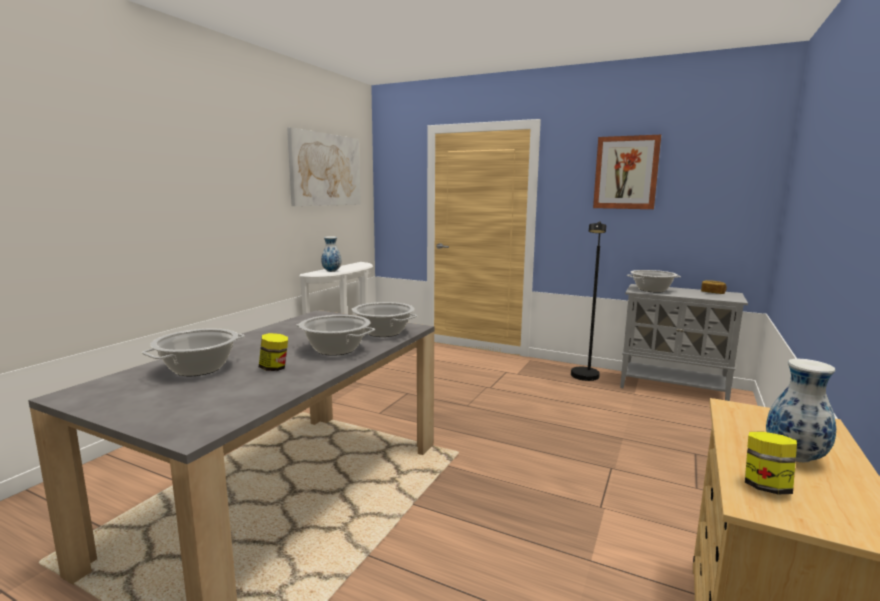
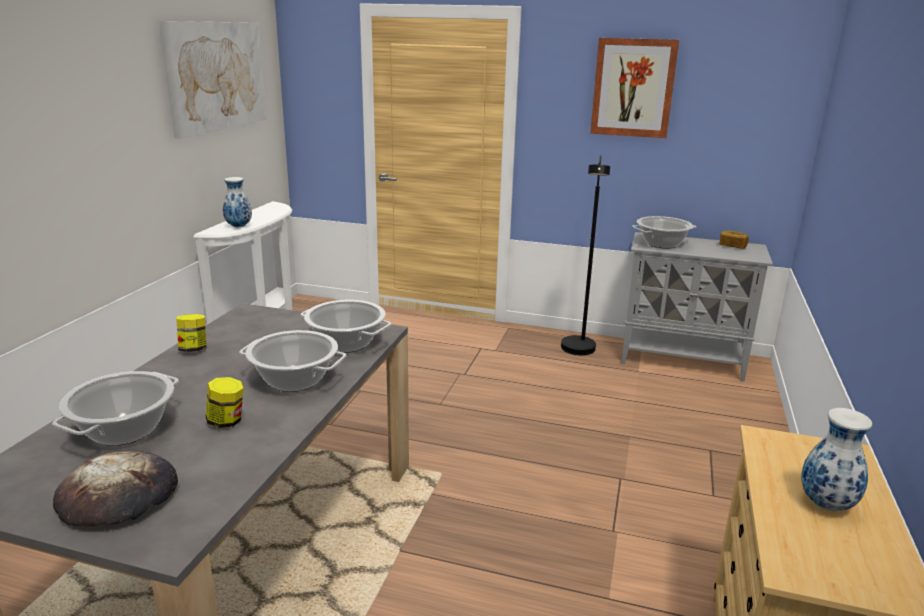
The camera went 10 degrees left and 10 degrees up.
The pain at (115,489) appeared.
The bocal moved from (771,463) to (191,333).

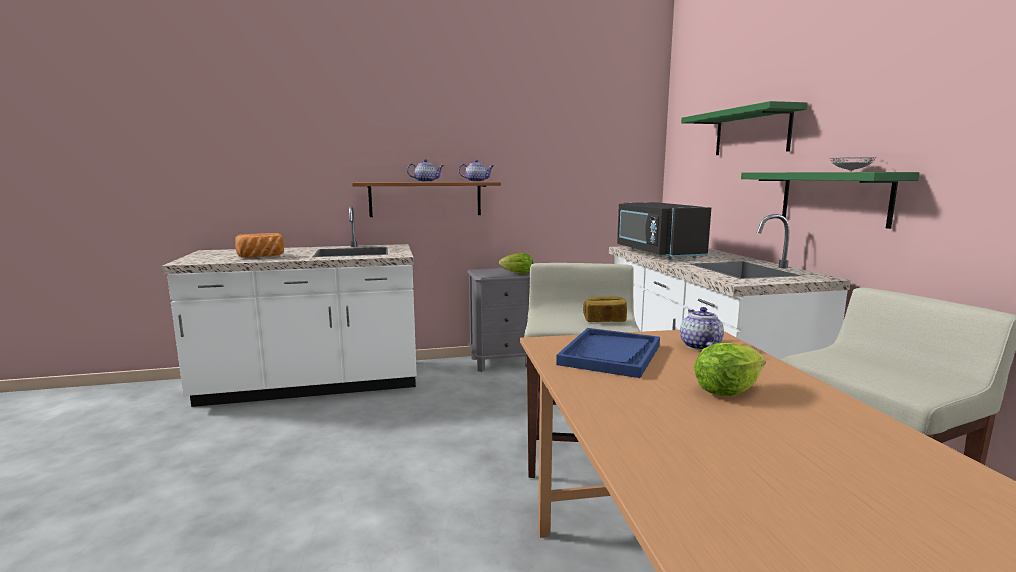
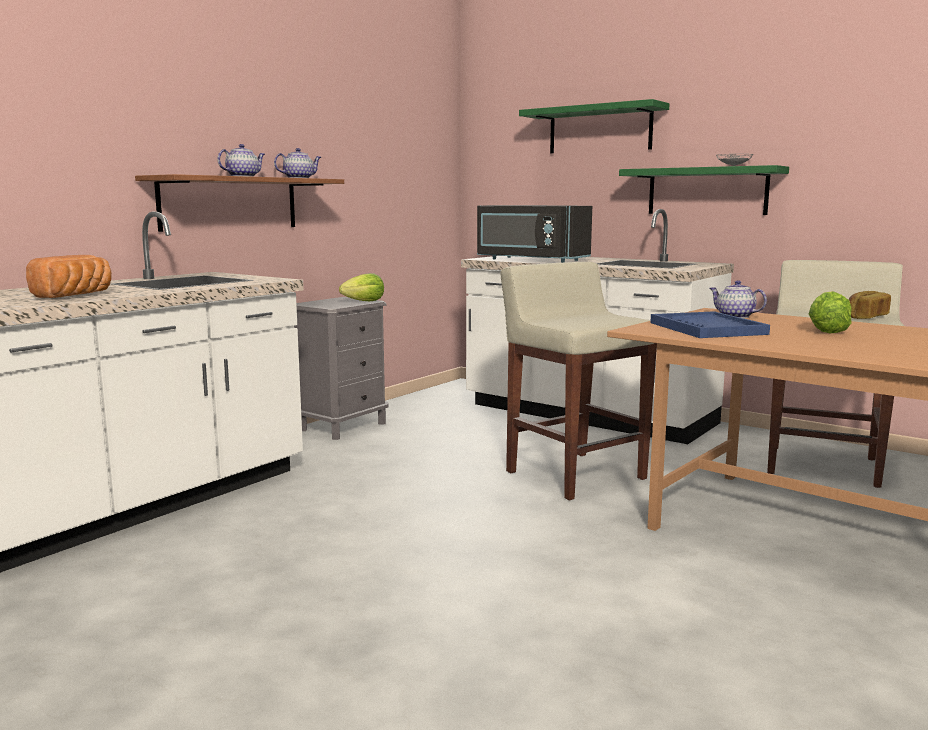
The camera went 40 degrees left and 0 degrees up.
The pain moved from (605,309) to (869,305).

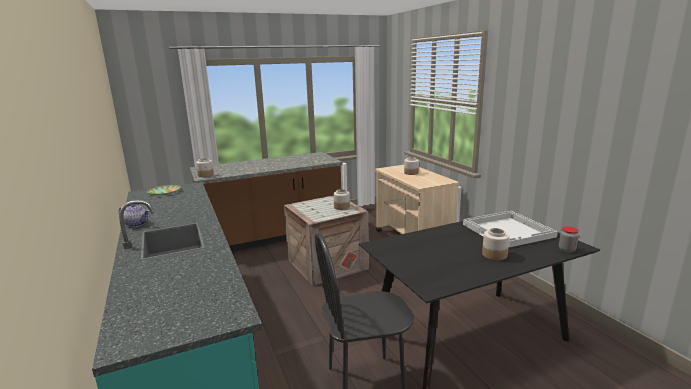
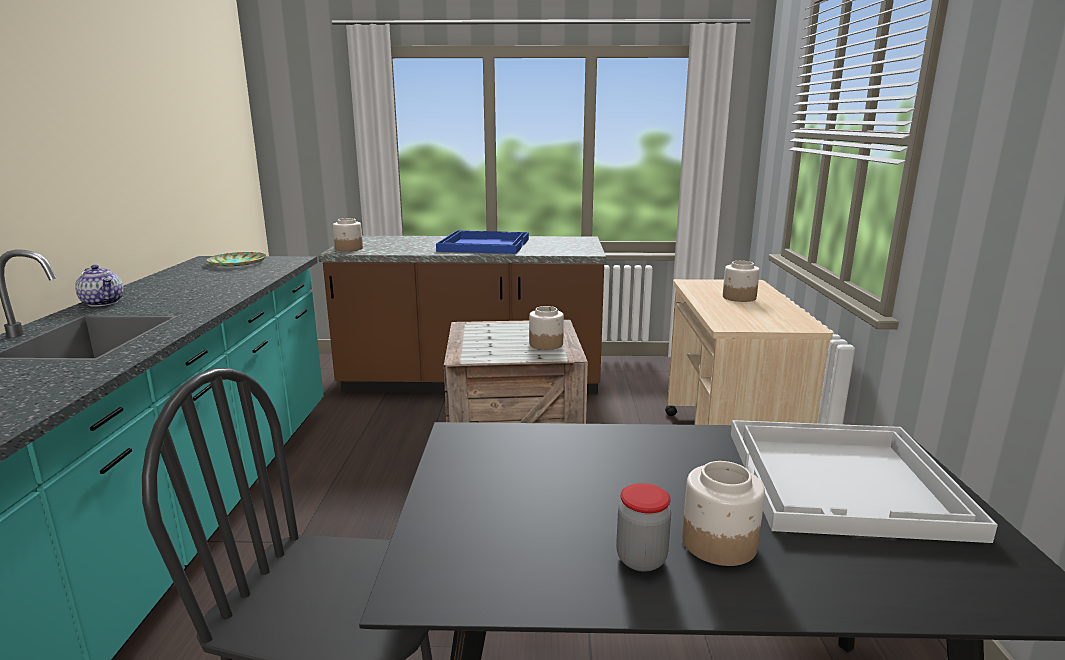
The camera went 25 degrees right and 0 degrees up.
The plateau (bleu) at (482,242) appeared.
The bocal moved from (569,239) to (643,527).

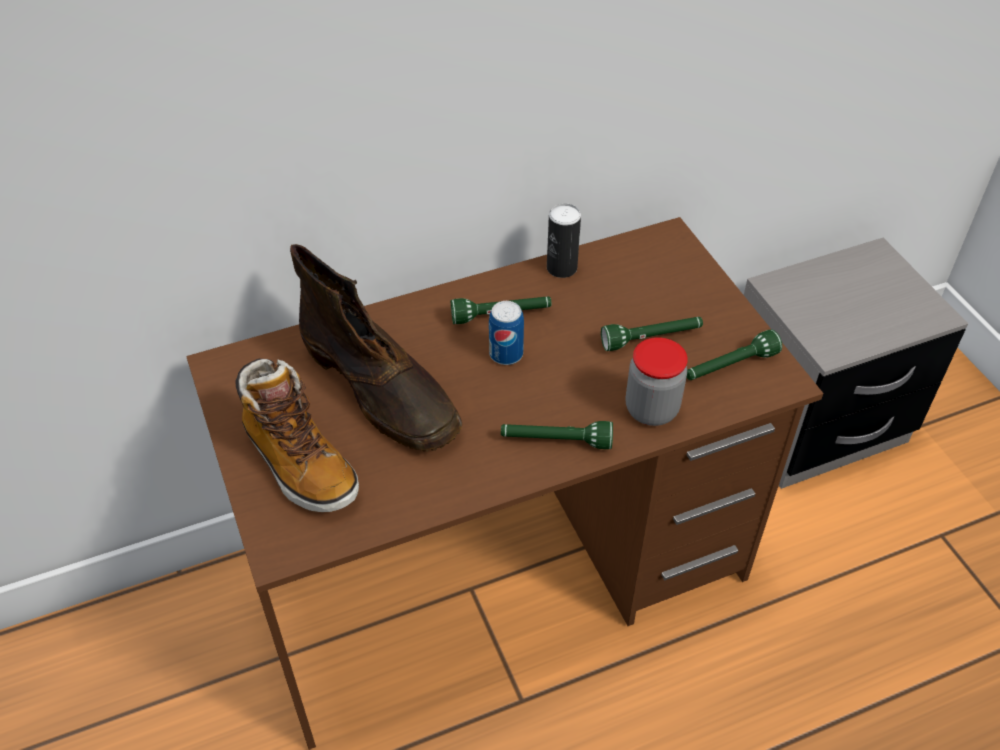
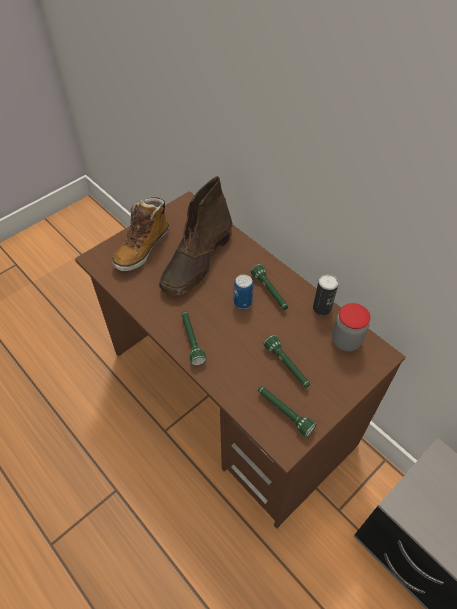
The camera went 70 degrees right and 5 degrees up.
The bocal moved from (657,381) to (351,327).

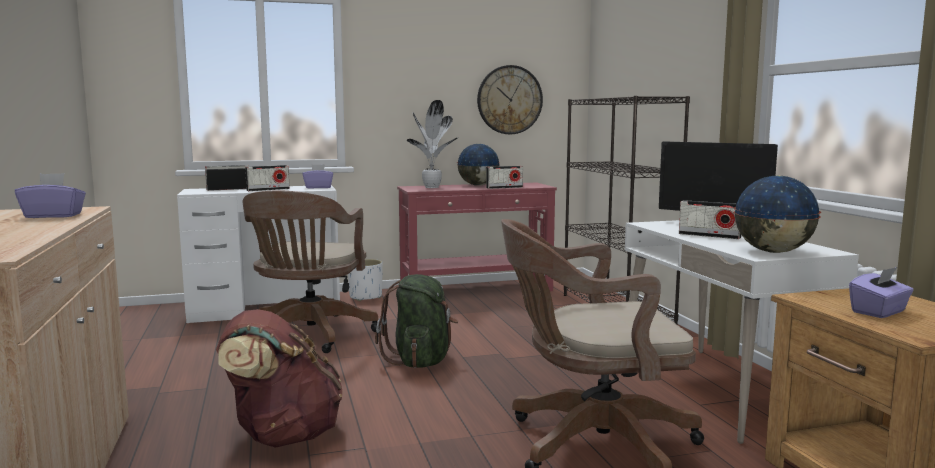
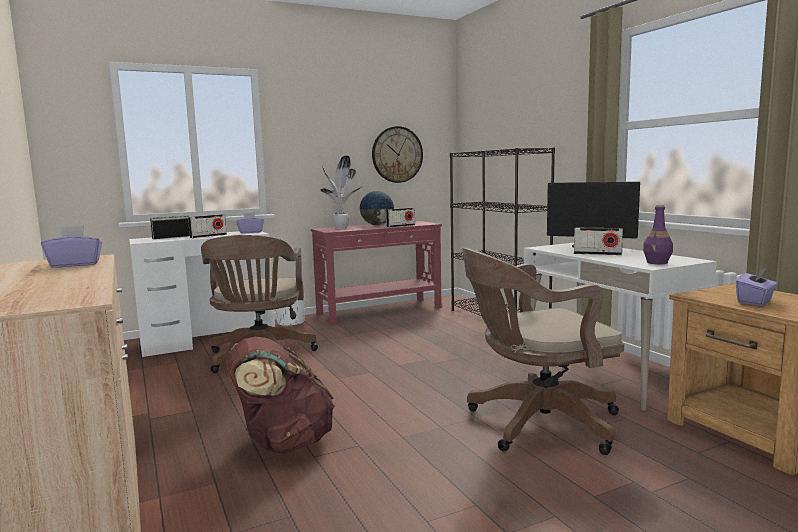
The camera went 10 degrees left and 0 degrees up.
The globe at (777,214) was replaced by the bouteille (violet) at (658,234).
The sac à dos (vert) at (416,321) disappeared.

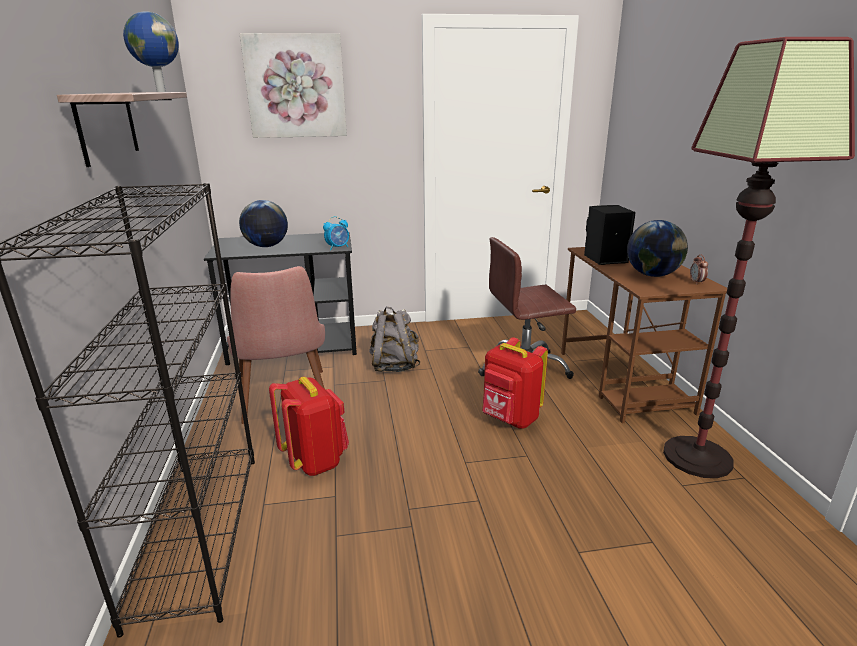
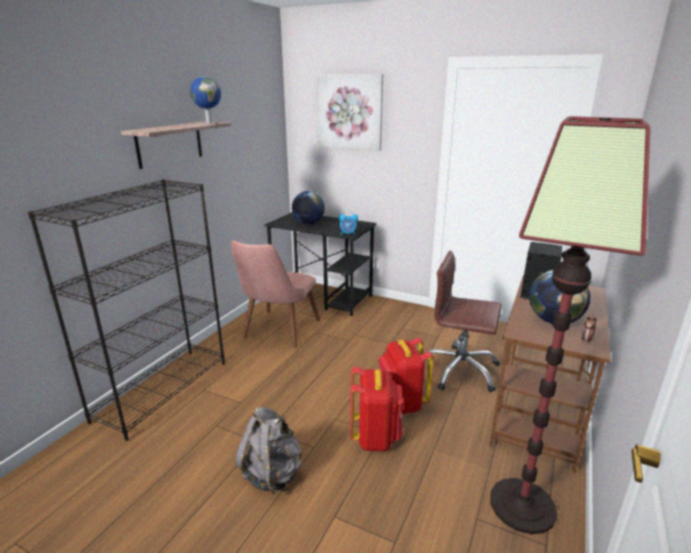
The camera went 35 degrees right and 0 degrees up.
The sac à dos (gris) moved from (394,339) to (268,451).
The sac à dos (rouge) moved from (309,426) to (377,408).

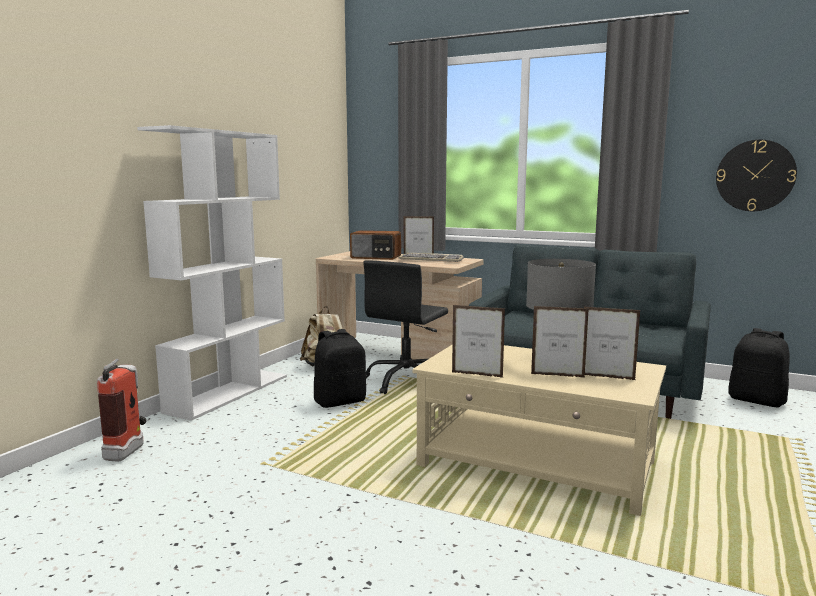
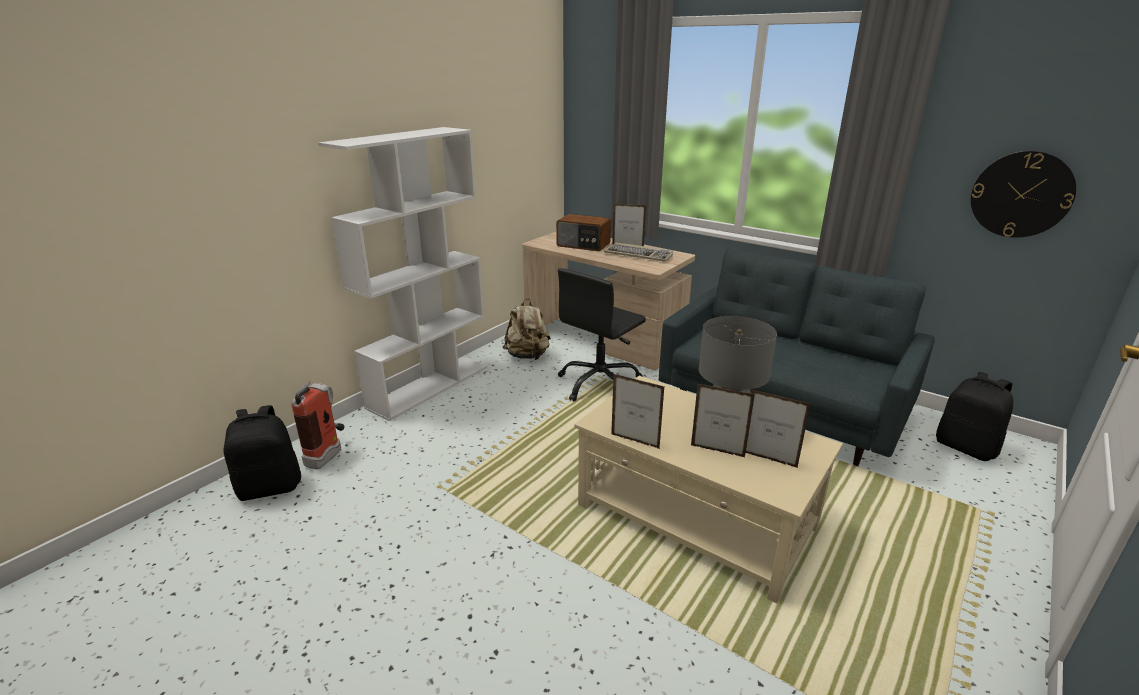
The camera went 10 degrees right and 15 degrees up.
The sac à dos (noir) moved from (339,368) to (262,453).

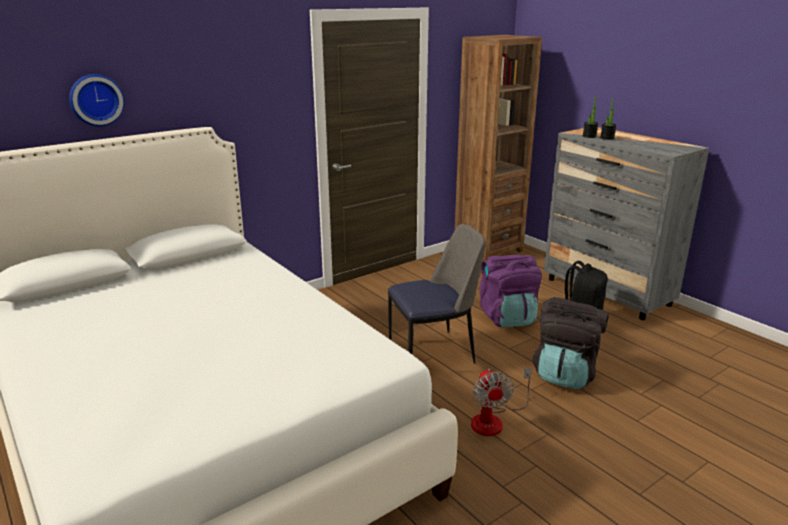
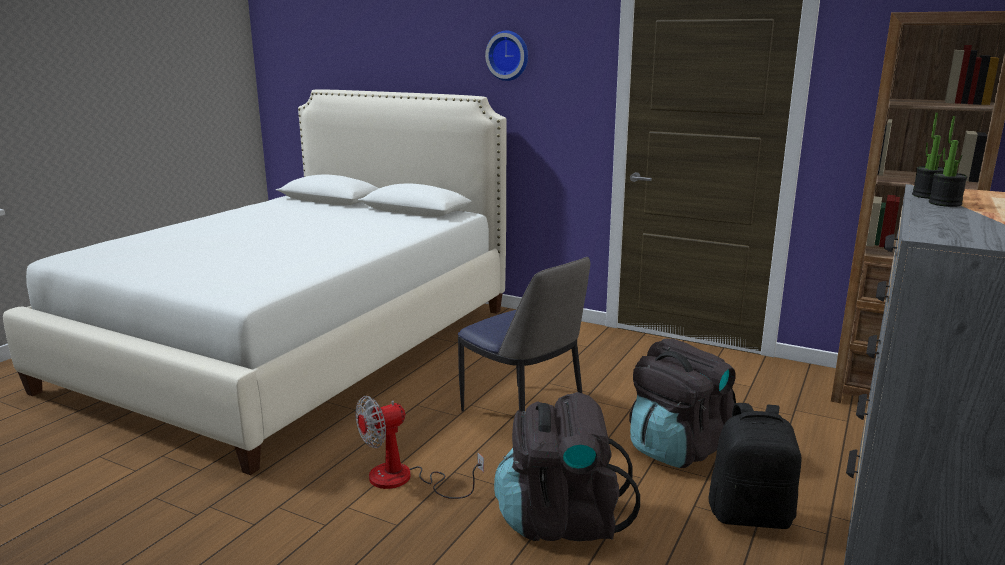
The camera went 65 degrees right and 5 degrees down.
The horloge murale moved from (96,100) to (506,56).
The sac à dos (violet) at (511,291) became the sac à dos (noir) at (682,403).

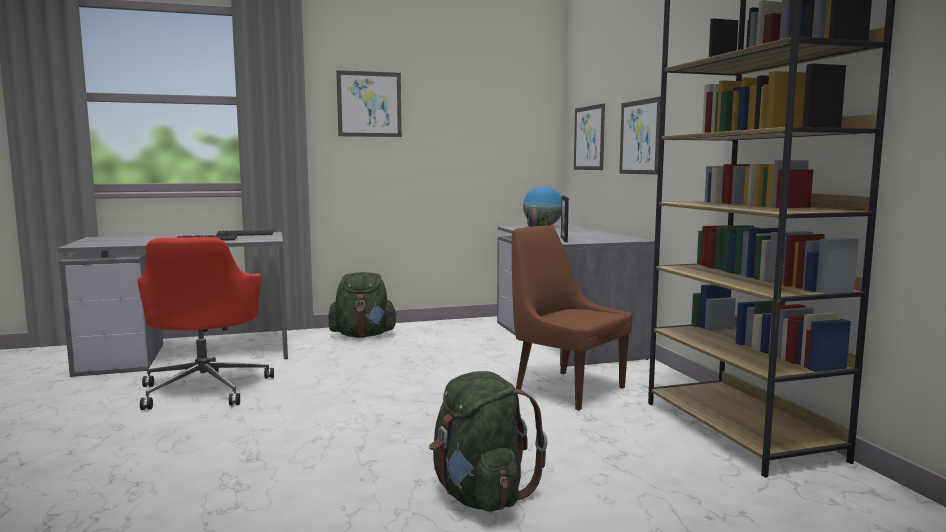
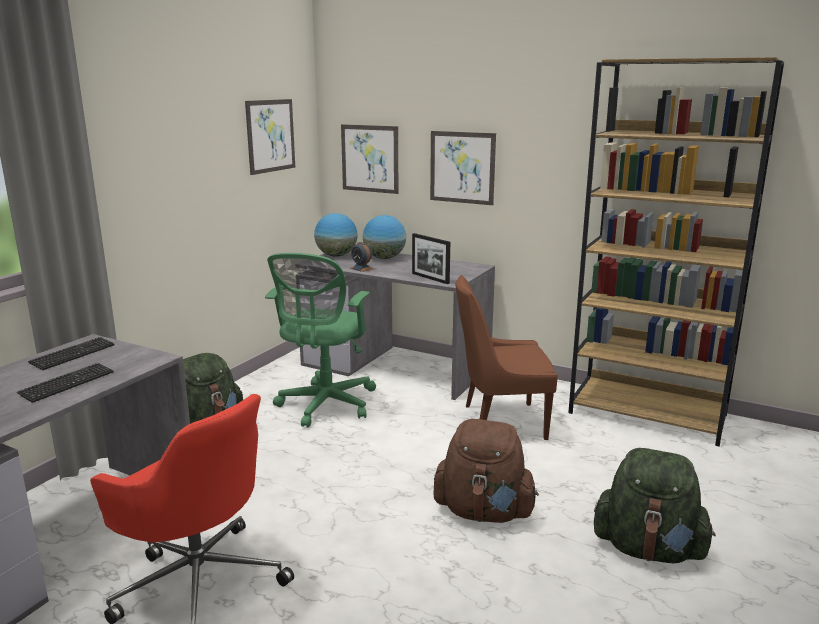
The camera went 45 degrees left and 10 degrees up.
The tableau moved from (369,103) to (270,137).
The chaise de bureau (vert) at (320,340) appeared.
The globe at (384,237) appeared.
The sac à dos (marron) at (486,471) appeared.

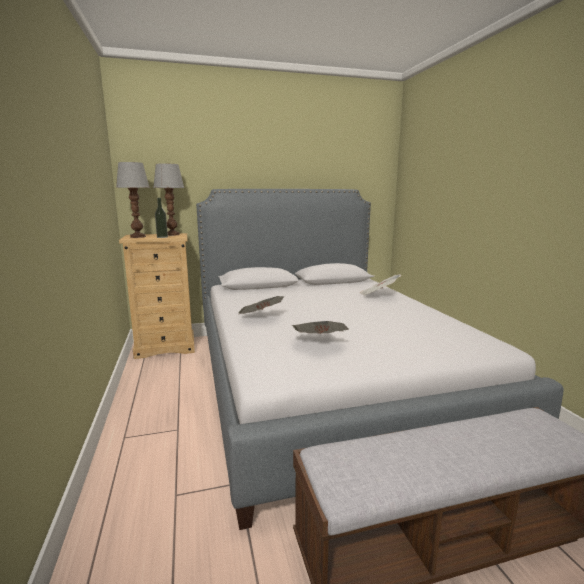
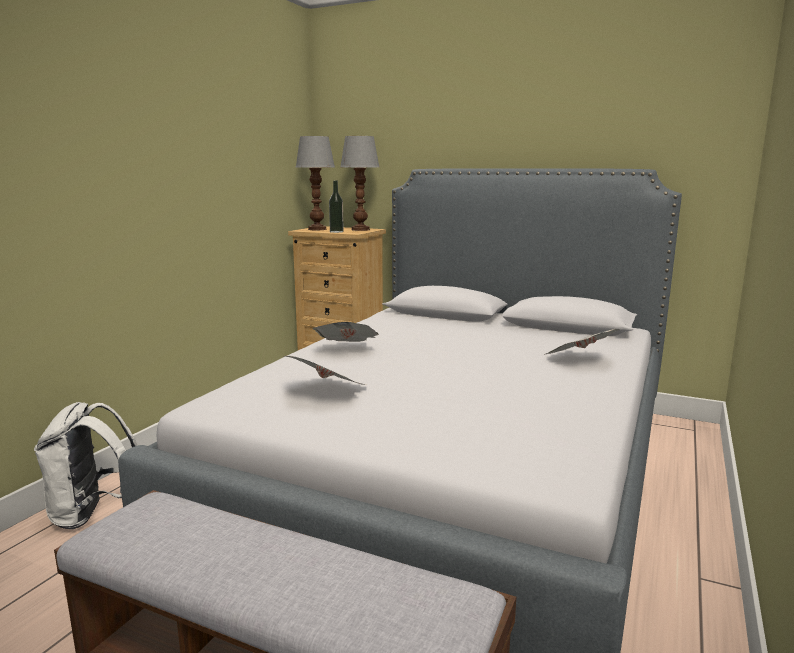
The camera went 40 degrees right and 0 degrees up.
The sac à dos (blanc) at (86,465) appeared.

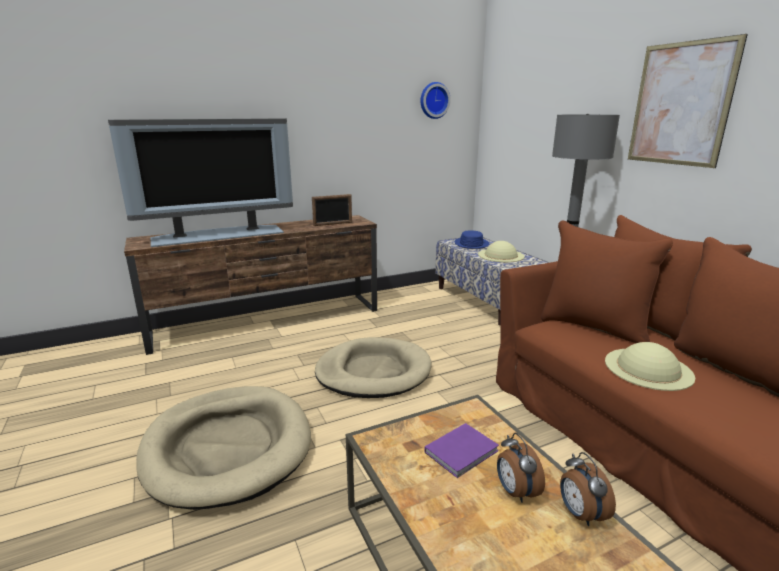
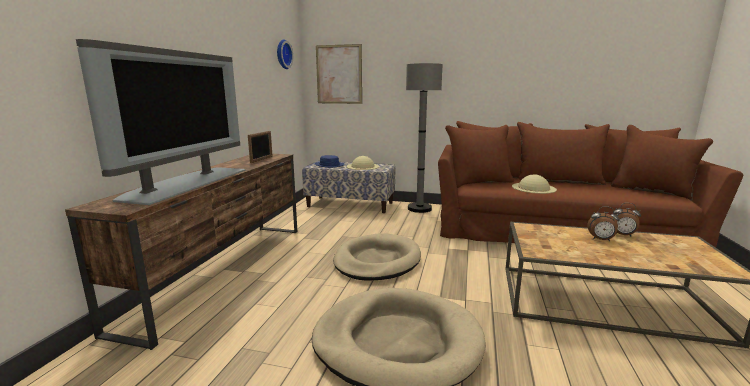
The camera went 50 degrees left and 5 degrees down.
The tableau moved from (688,101) to (339,74).
The livre (violet) at (461,450) disappeared.

